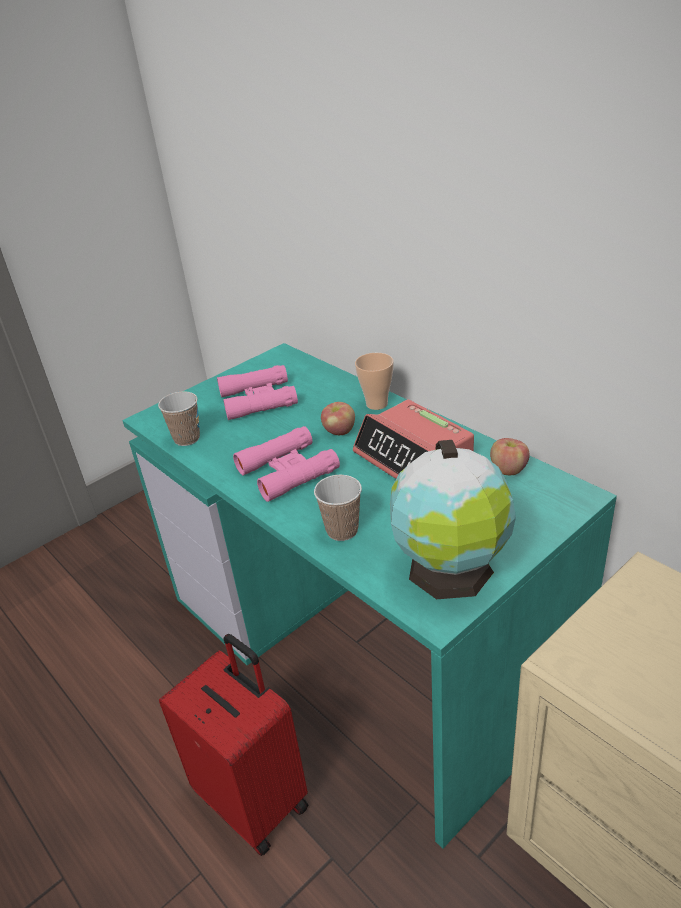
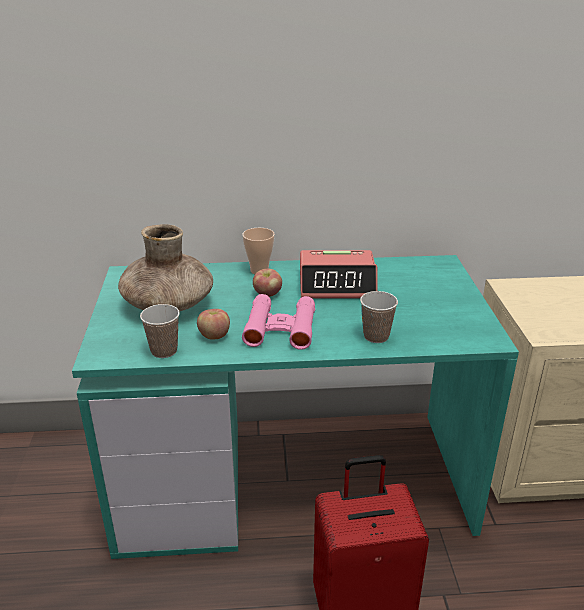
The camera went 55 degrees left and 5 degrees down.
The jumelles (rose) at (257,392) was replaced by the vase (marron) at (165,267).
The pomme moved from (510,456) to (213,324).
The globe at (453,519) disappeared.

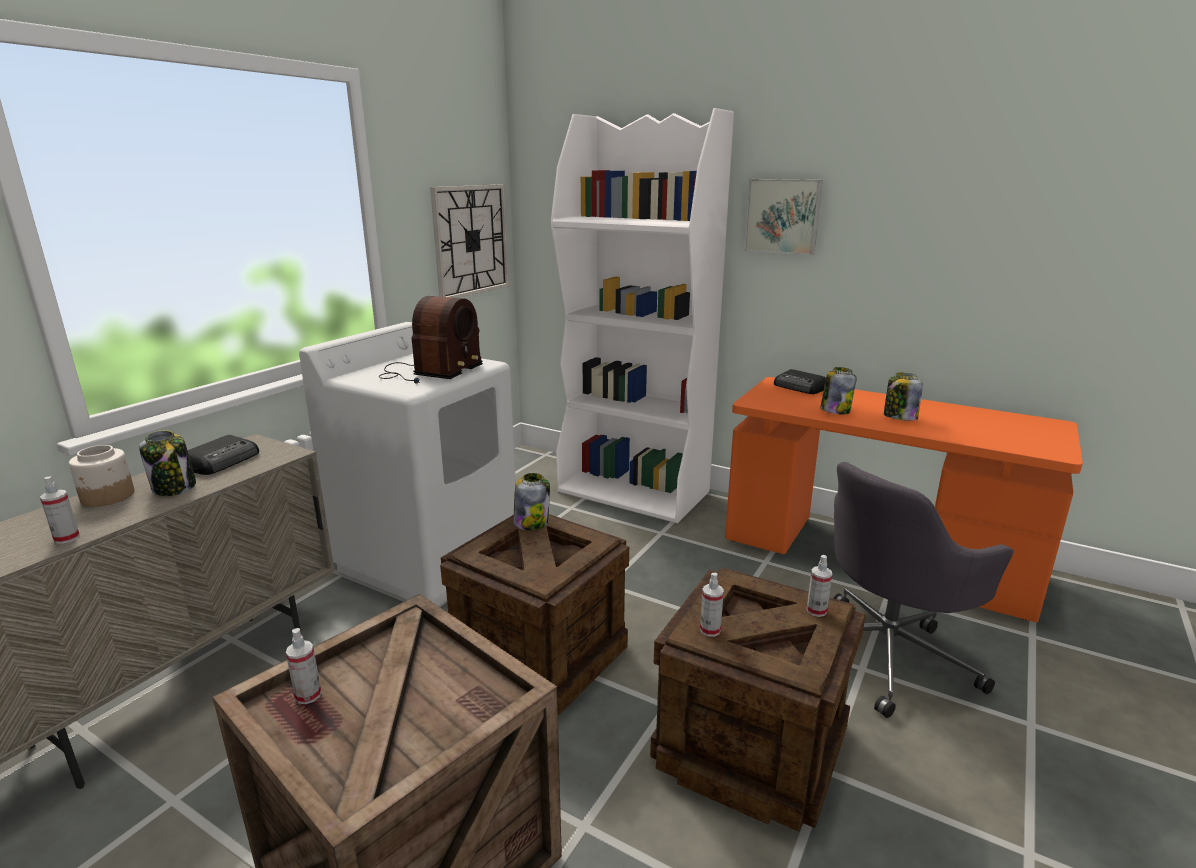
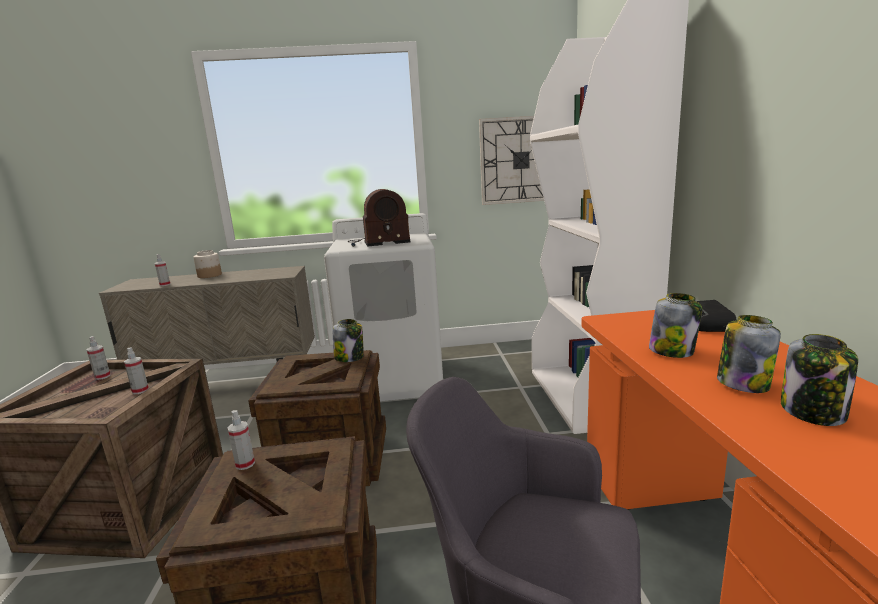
The camera went 55 degrees right and 5 degrees down.
The vaporisateur moved from (819,586) to (136,370).
The bocal moved from (167,463) to (819,380).
The radio at (223,455) disappeared.
The tableau at (783,217) disappeared.

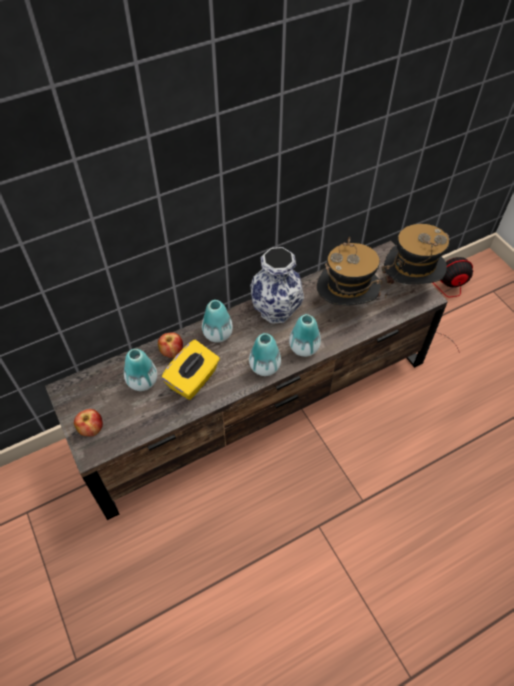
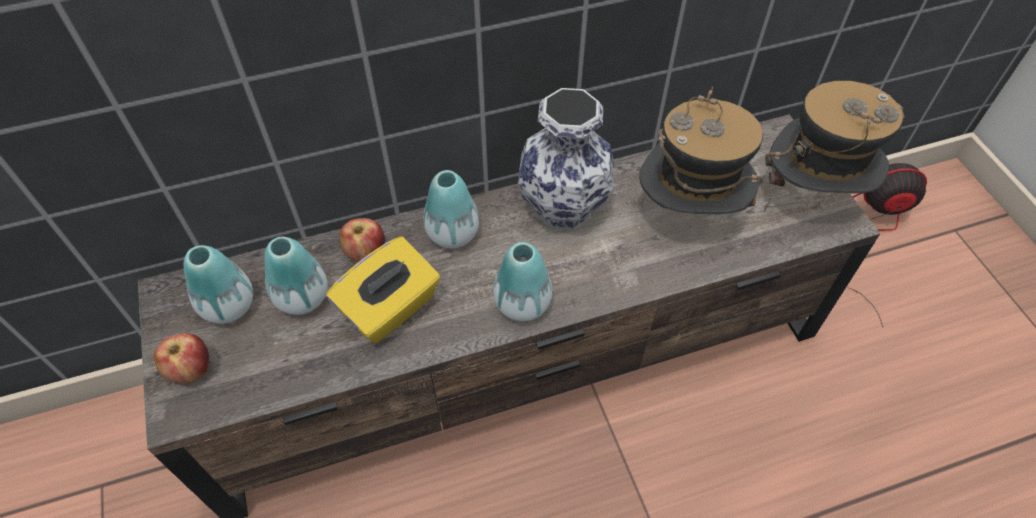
The camera went 10 degrees right and 0 degrees up.
The vase moved from (305,335) to (218,284).

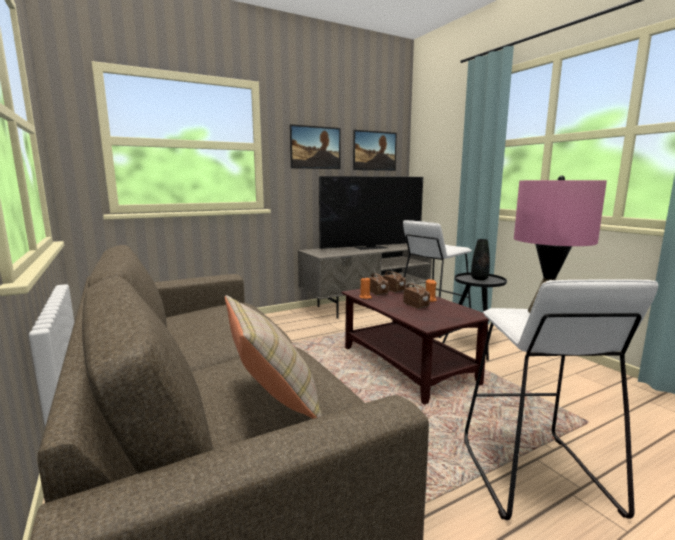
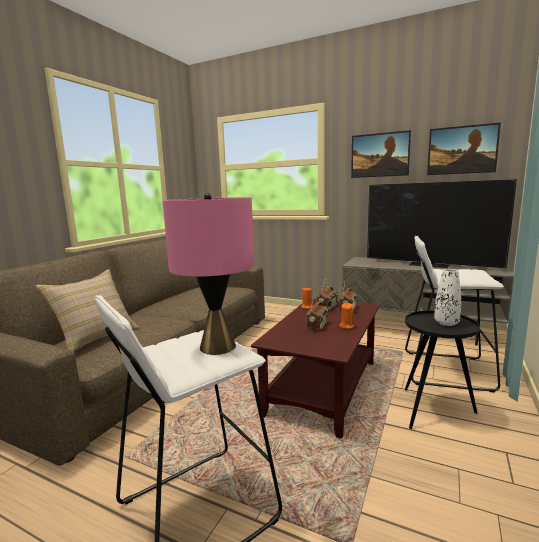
The camera went 55 degrees right and 0 degrees up.
The vase (noir) at (480,259) became the vase (blanc) at (447,297).

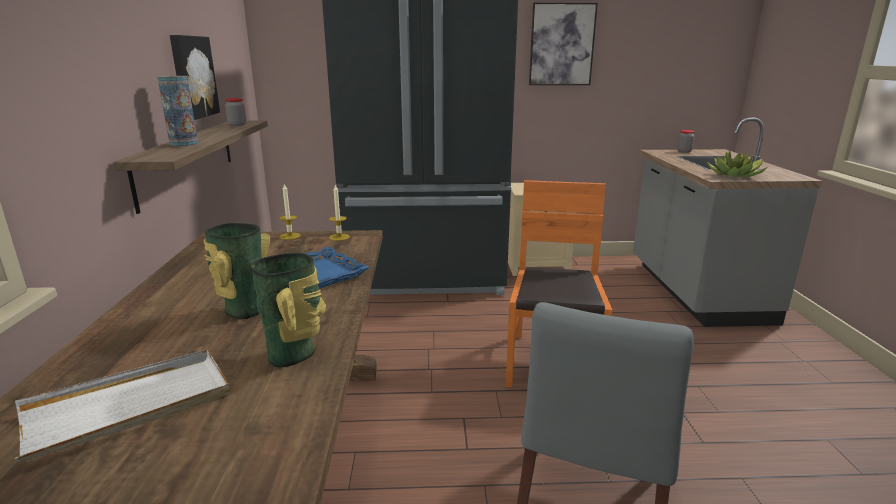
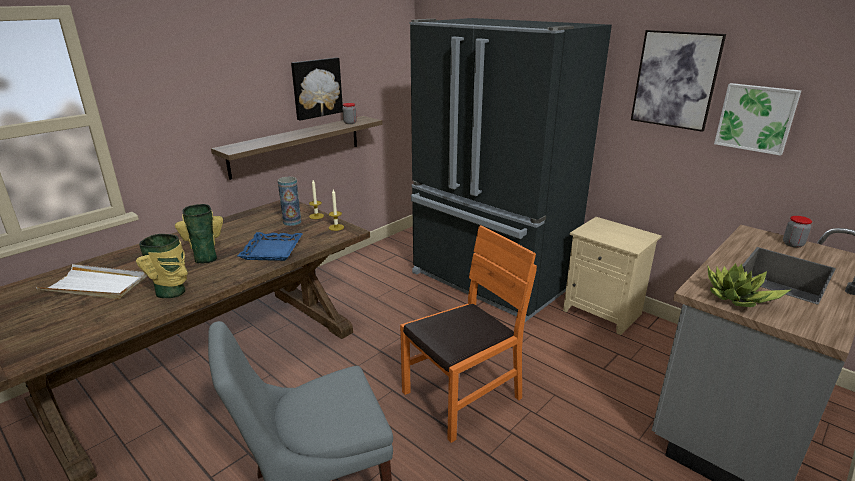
The camera went 45 degrees right and 5 degrees up.
The vase moved from (177,111) to (289,201).
The tableau at (757,119) appeared.

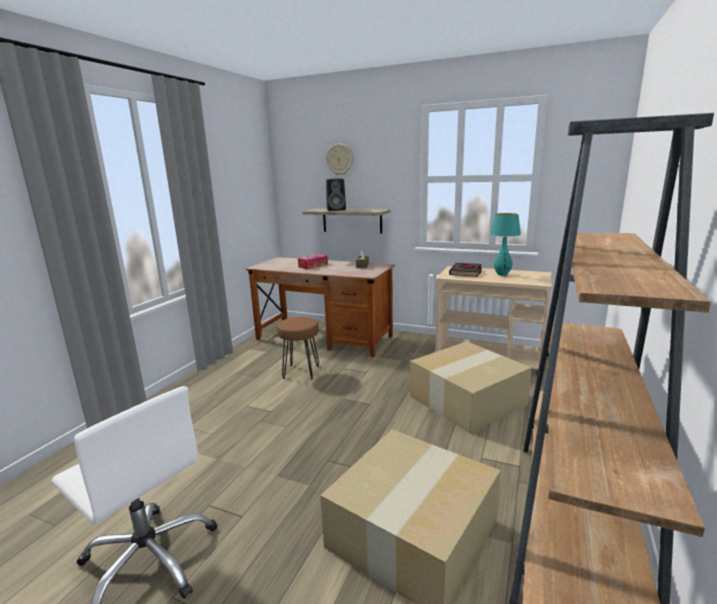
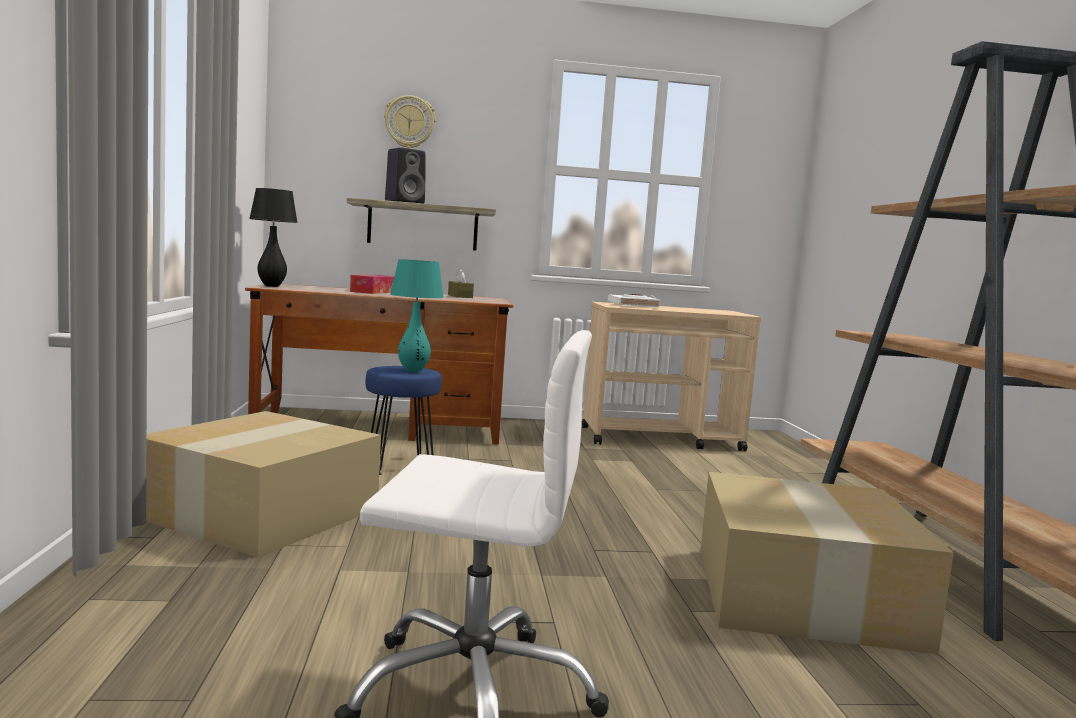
The camera went 30 degrees left and 10 degrees down.
The carton moved from (471,387) to (263,484).
The lampe de table (noir) at (273,237) appeared.
The tabouret (marron) at (298,348) became the tabouret (bleu) at (404,420).
The lampe de table (turquoise) moved from (505,244) to (417,315).
The livre (noir) at (465,270) became the livre (blanc) at (633,301).

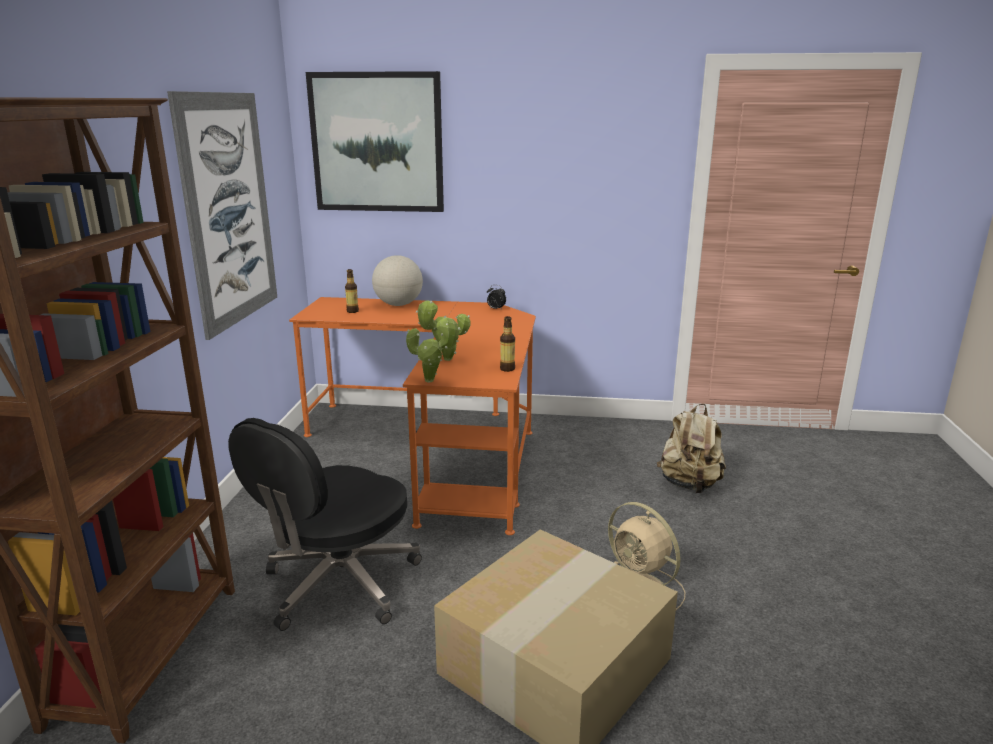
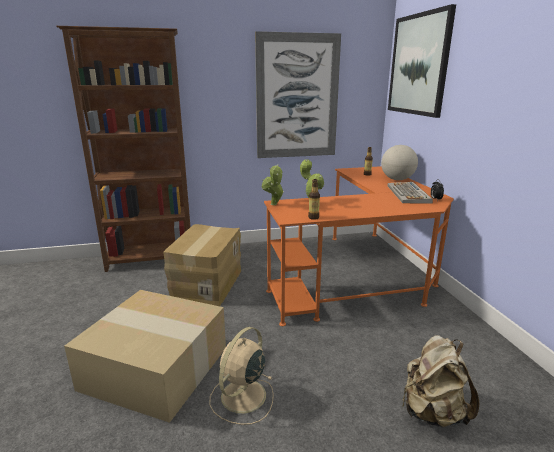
The camera went 70 degrees right and 0 degrees up.
The chaise de bureau (noir) at (325,524) was replaced by the carton at (202,265).
The clavier at (410,193) appeared.

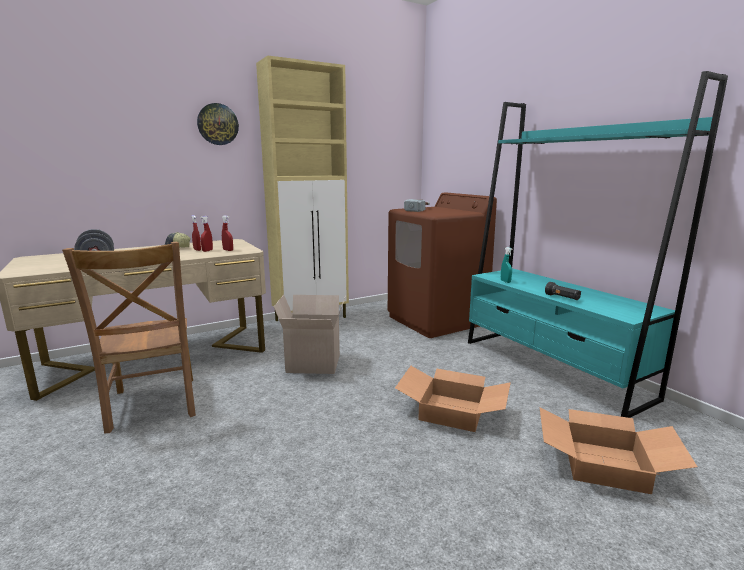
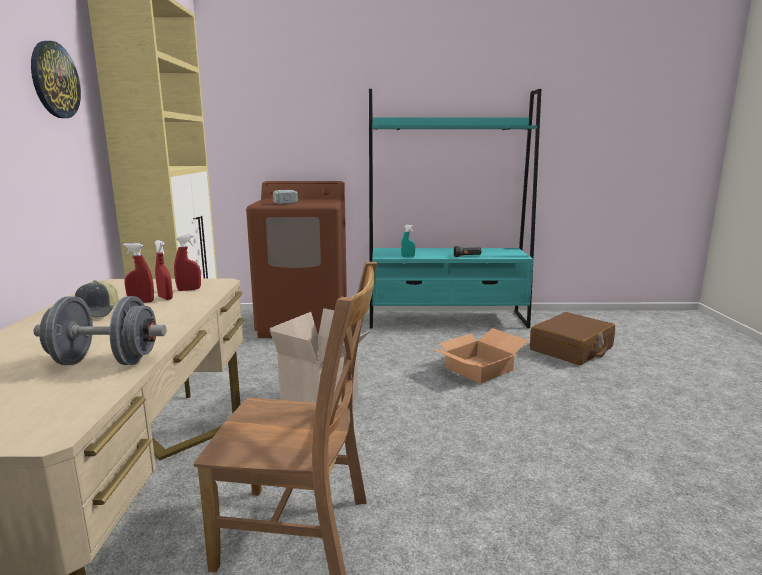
The camera went 60 degrees left and 0 degrees up.
The carton at (618,451) was replaced by the valise (marron) at (572,338).

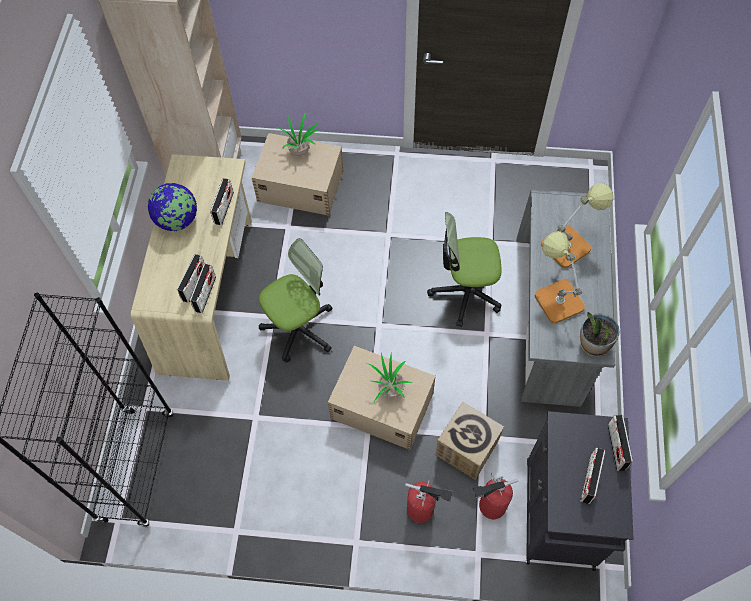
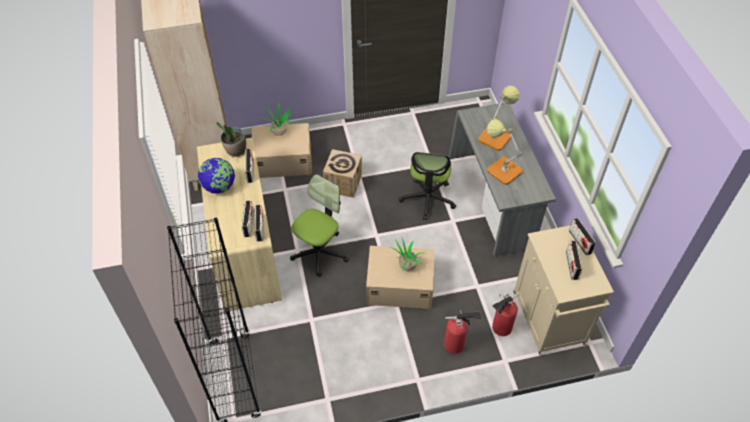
The camera went 20 degrees left and 10 degrees down.
The plante en pot moved from (599,334) to (231,139).
The carton moved from (469,441) to (342,173).
The chaise de bureau at (464,269) turned 60 degrees counterclockwise.
The meuble de rangement (noir) at (579,491) became the meuble de rangement (beige) at (563,291).

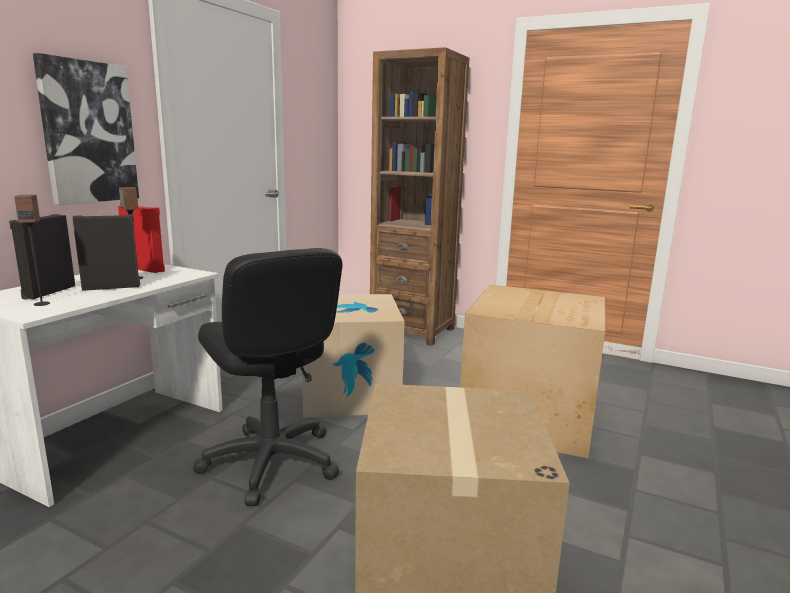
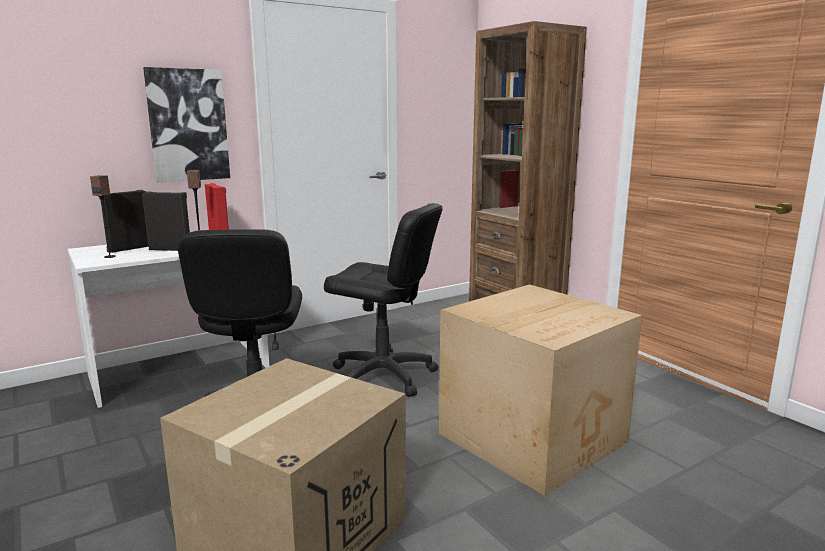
The camera went 30 degrees right and 0 degrees up.
The carton at (353,356) was replaced by the chaise de bureau (noir) at (383,300).

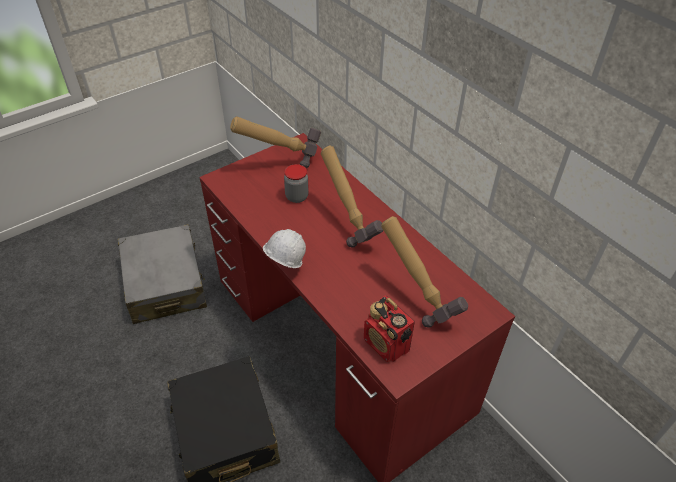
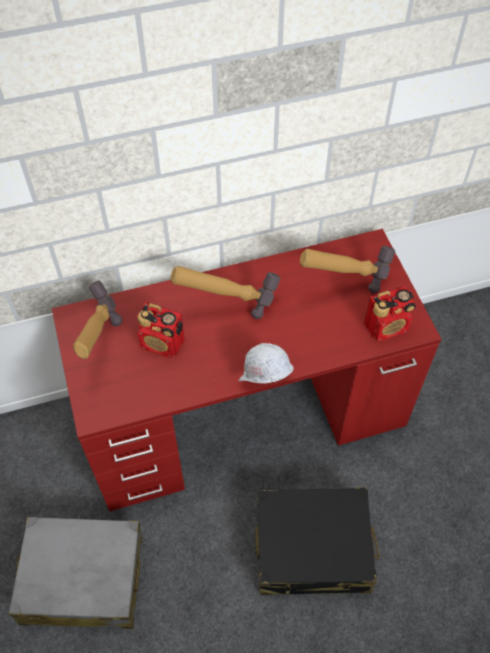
The camera went 70 degrees left and 10 degrees up.
The bocal at (296,183) was replaced by the radio at (161,330).

